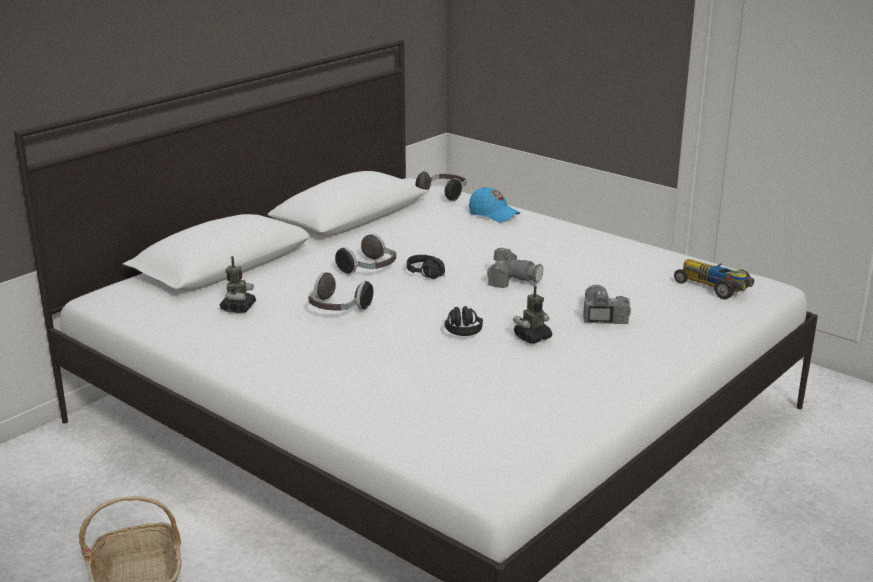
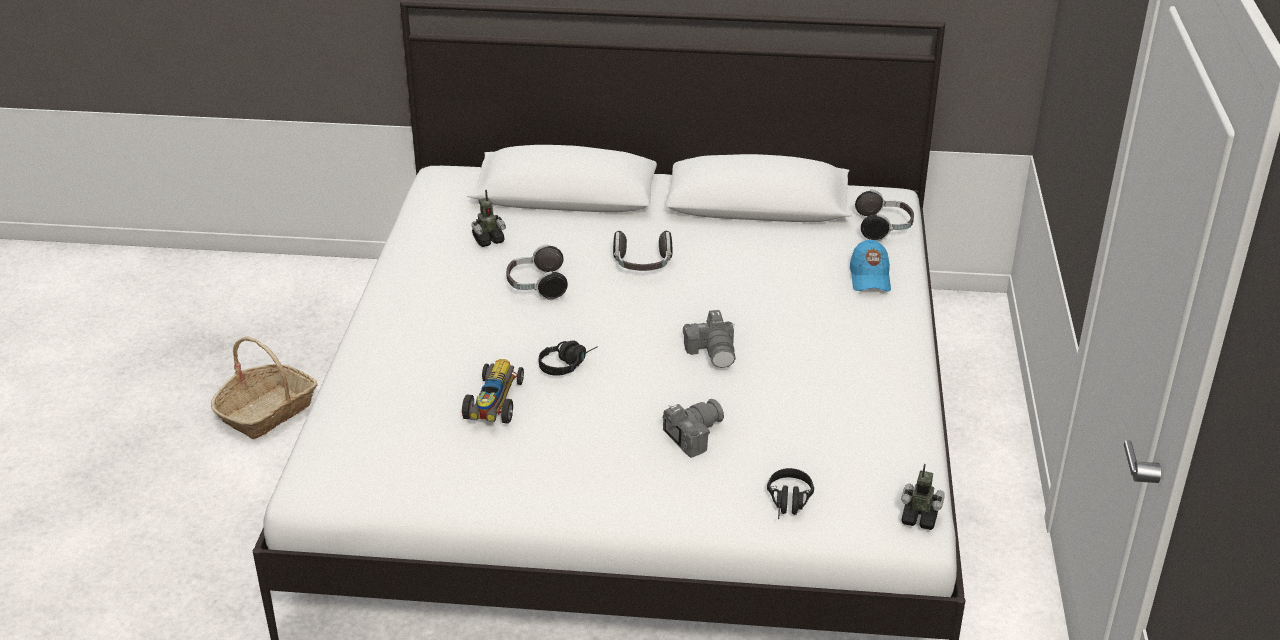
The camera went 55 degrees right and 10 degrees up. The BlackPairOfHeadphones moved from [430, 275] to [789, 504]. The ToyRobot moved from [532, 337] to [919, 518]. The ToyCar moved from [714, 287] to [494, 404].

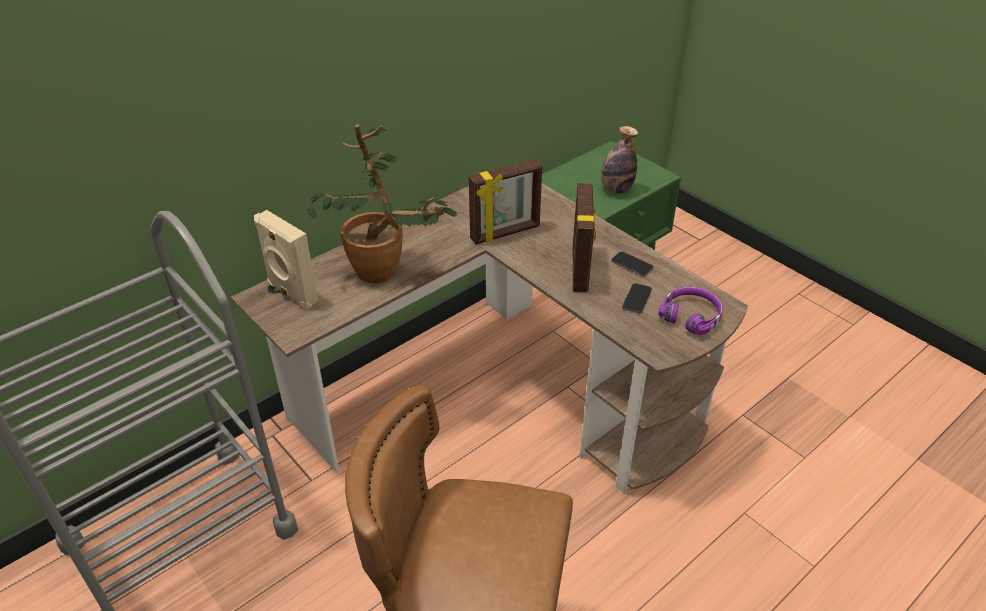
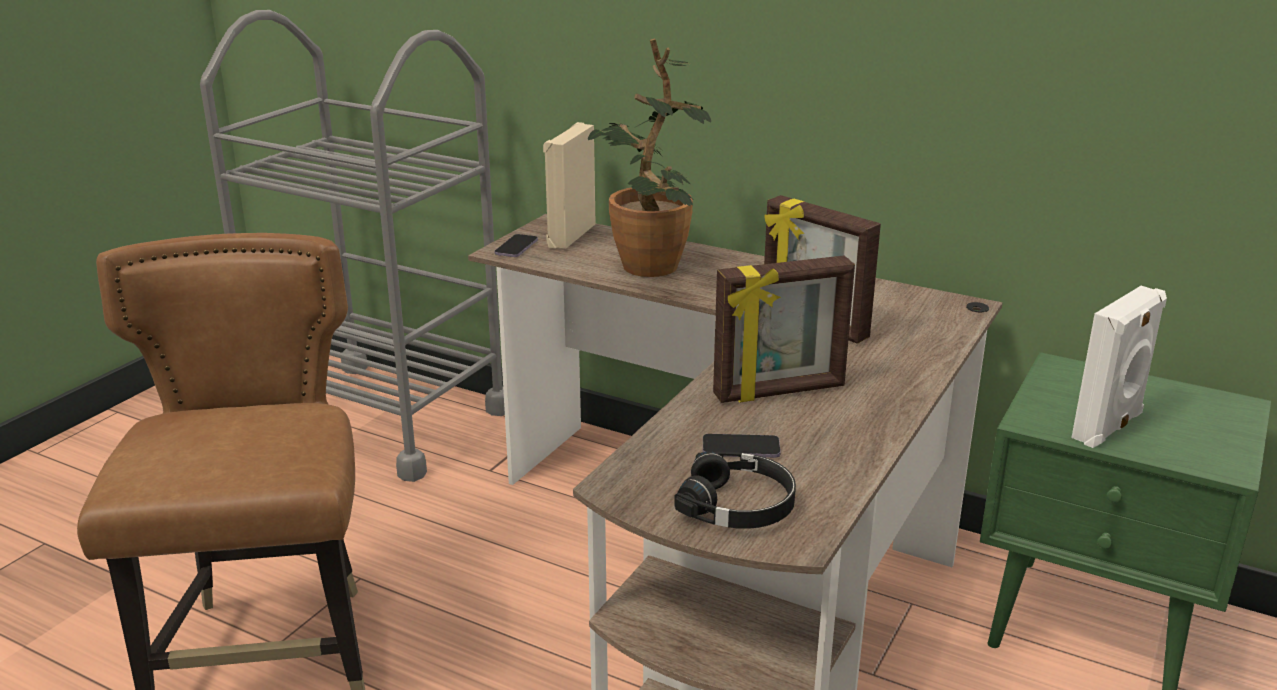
The camera went 70 degrees right and 15 degrees down. The Bottle at [616, 189] was replaced by the WhiteSpeaker at [1109, 427]. The Phone moved from [632, 265] to [516, 248]. The PurplishPairOfHeadphones at [691, 316] became the BlackPairOfHeadphones at [738, 505].

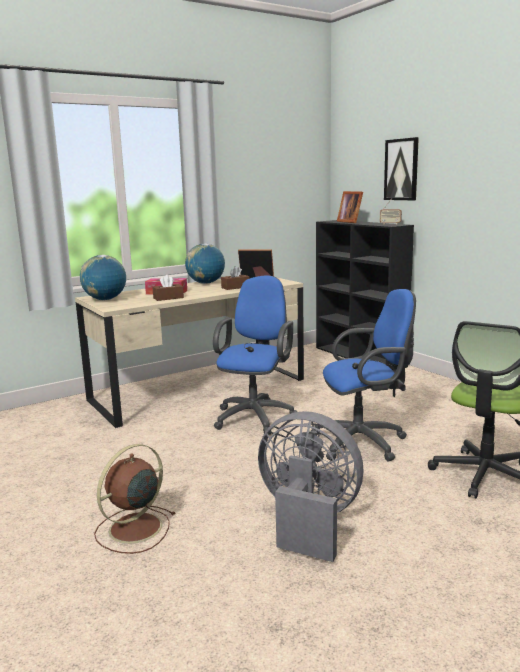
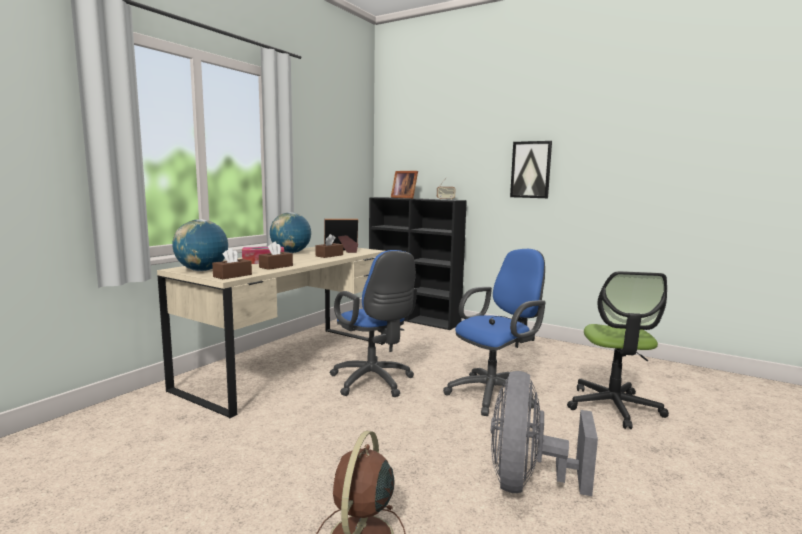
The camera went 25 degrees left and 5 degrees down. The BlueComputerChair at [256, 416] turned 150 degrees clockwise. The GreyCoolingFan at [308, 521] turned 75 degrees counterclockwise. The WallPicture moved from [401, 169] to [531, 169]. The BrownTissueHolder at [232, 275] appeared.

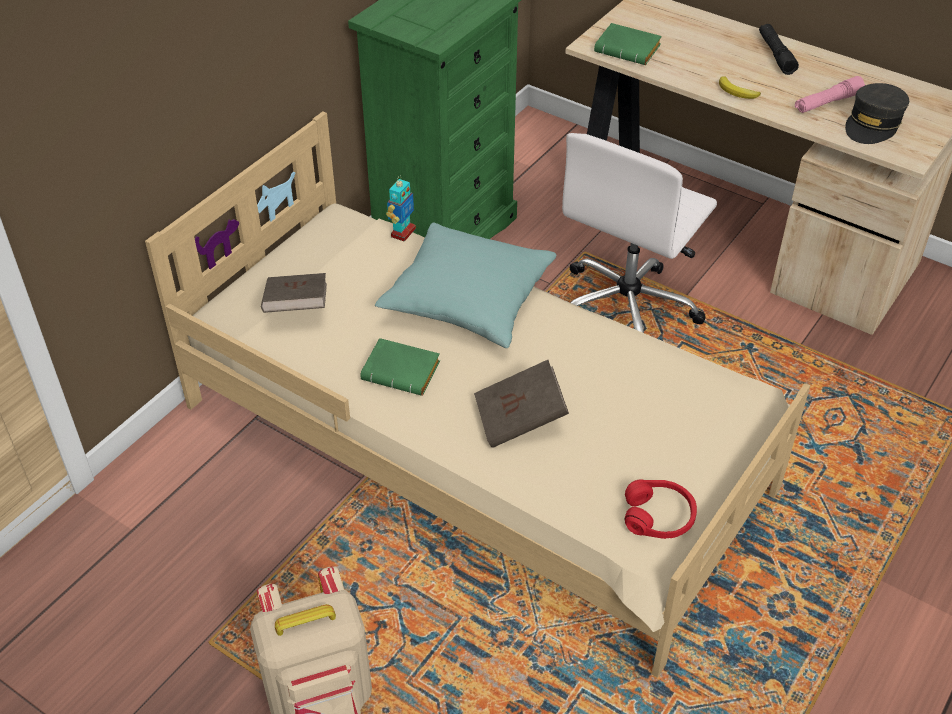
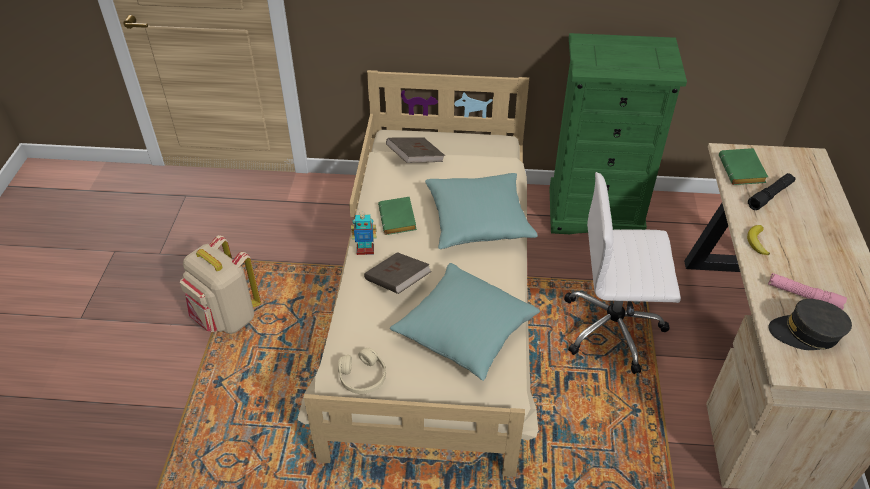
The camera went 60 degrees right and 0 degrees up. The ToyRobot moved from [402, 232] to [365, 250]. The ReddishPairOfHeadphones at [658, 516] became the SandColouredPairOfHeadphones at [362, 377]. The BlackTorch moved from [776, 55] to [770, 195]. The TurquoiseColouredThrowPillow at [465, 331] appeared.

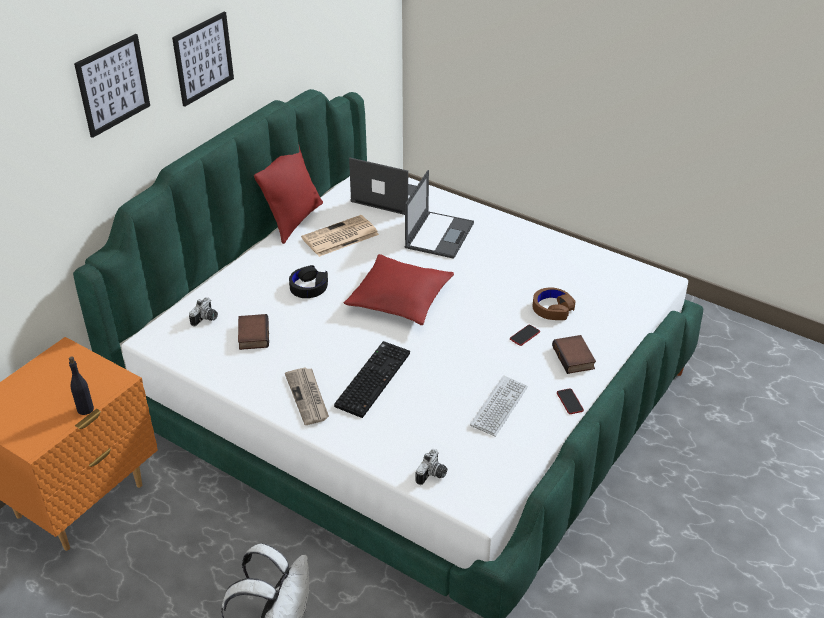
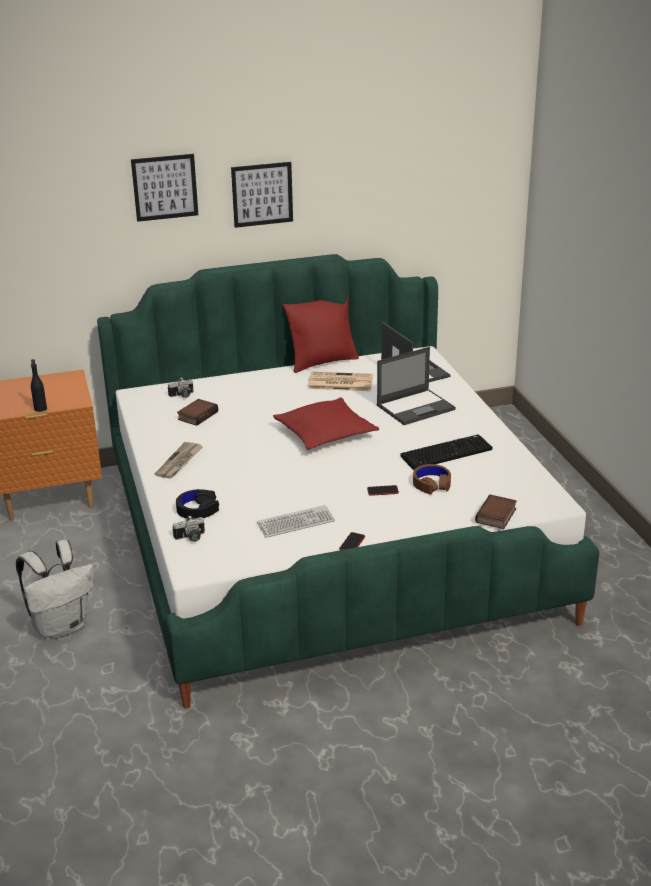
The camera went 40 degrees right and 10 degrees down. The BlackPairOfHeadphones moved from [309, 287] to [197, 509]. The PcKeyboard moved from [372, 378] to [446, 452]. The Volume moved from [574, 358] to [497, 516].

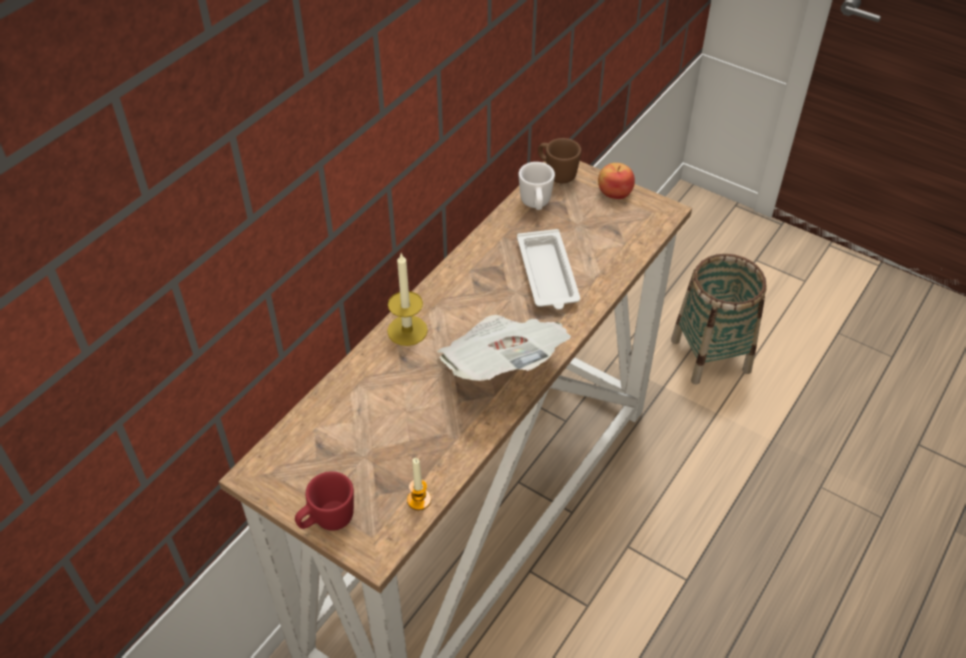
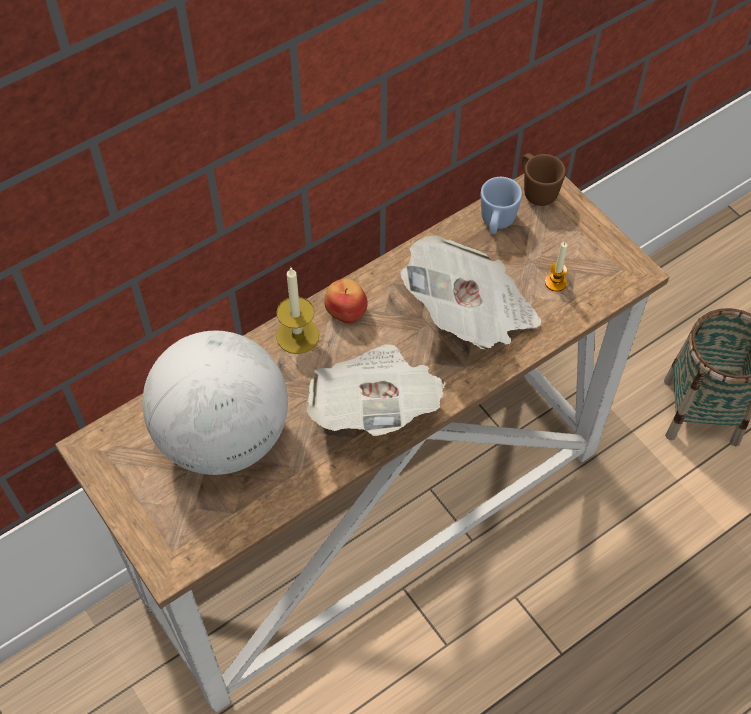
The camera went 20 degrees right and 10 degrees up. The ReddishCoffeeMug at [327, 520] disappeared. The WaxCandle moved from [419, 500] to [555, 282]. The WhiteTray at [547, 275] was replaced by the DailyPaper at [470, 314]. The WhiteCoffeeMug at [536, 204] became the BlueCoffeeMug at [496, 223]. The AppleFruit moved from [614, 192] to [346, 311]. The DeskGlobe at [223, 436] appeared.

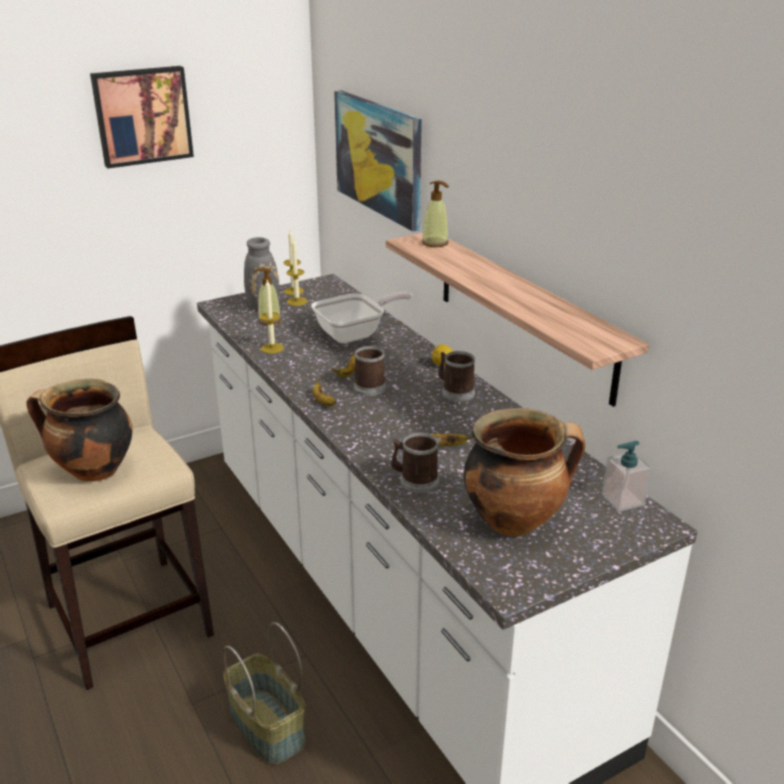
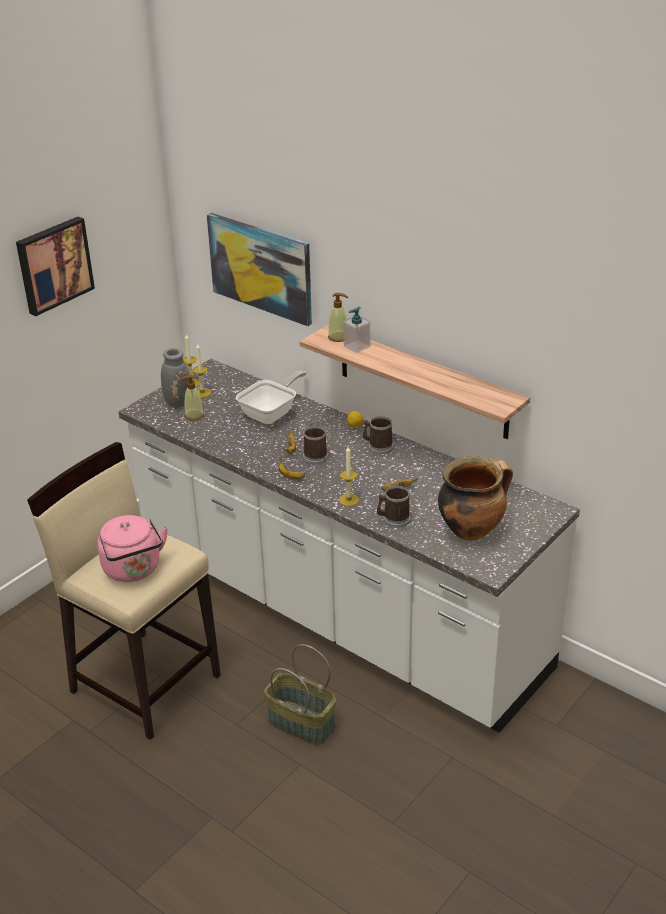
The camera went 20 degrees left and 5 degrees up. The CookingPot at [92, 471] was replaced by the PinkKettle at [134, 570]. The WaxCandle moved from [272, 348] to [349, 500]. The LiquidSoapBottle moved from [622, 500] to [356, 346].

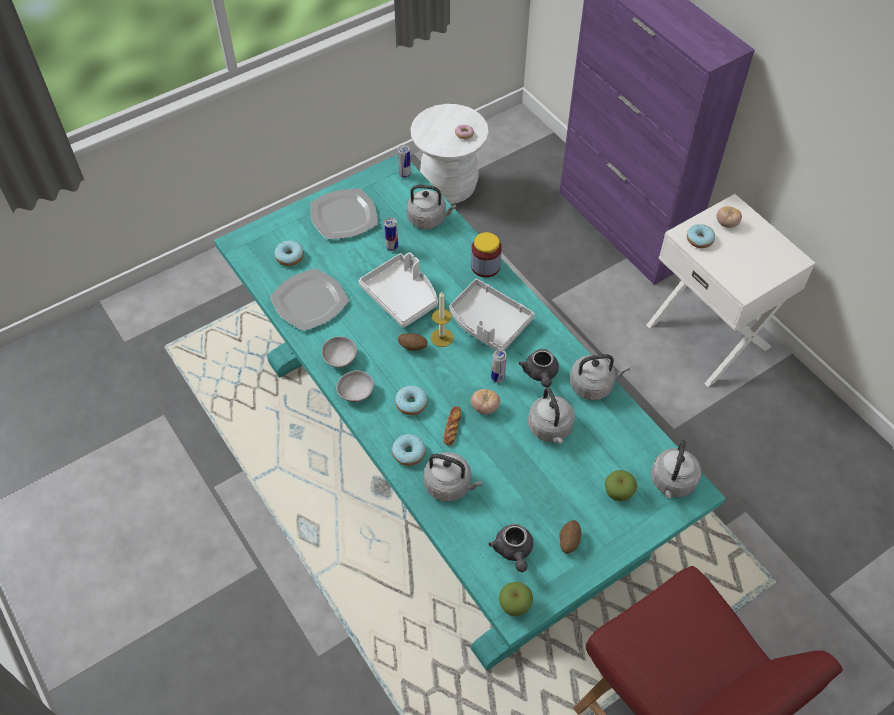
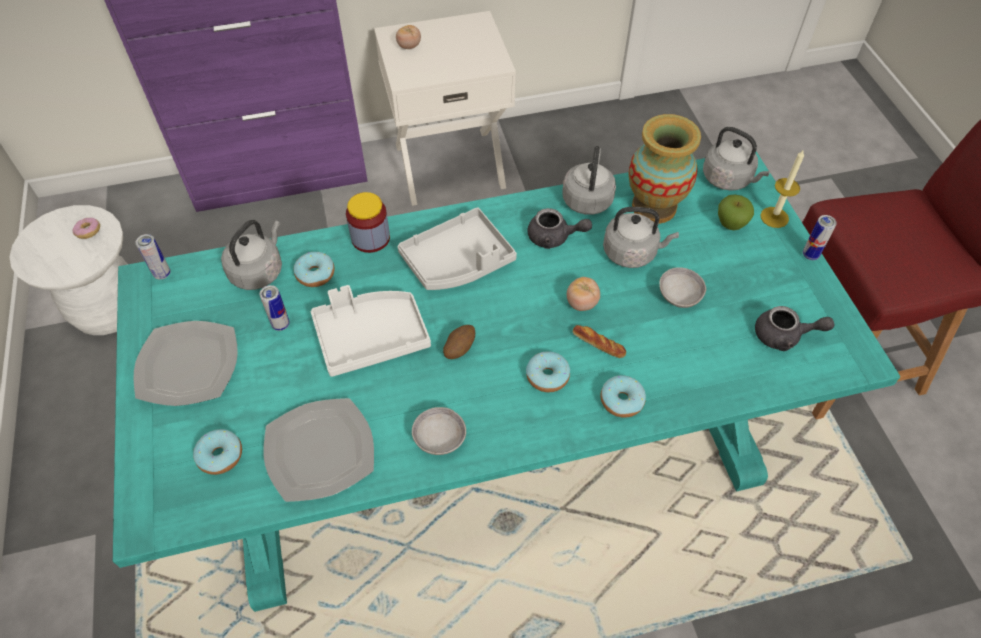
The camera went 70 degrees left and 0 degrees up. The GreyServingBowl moved from [356, 393] to [679, 296]. The GreyKettle at [450, 485] disappeared. The WaxCandle moved from [442, 337] to [774, 217]. The MetalCan moved from [497, 378] to [810, 255]. The AppleFruit at [514, 606] disappeared. The Potato at [568, 541] disappeared. The RingDoughnut moved from [699, 240] to [315, 274]. The DecorativeVase at [653, 207] appeared.

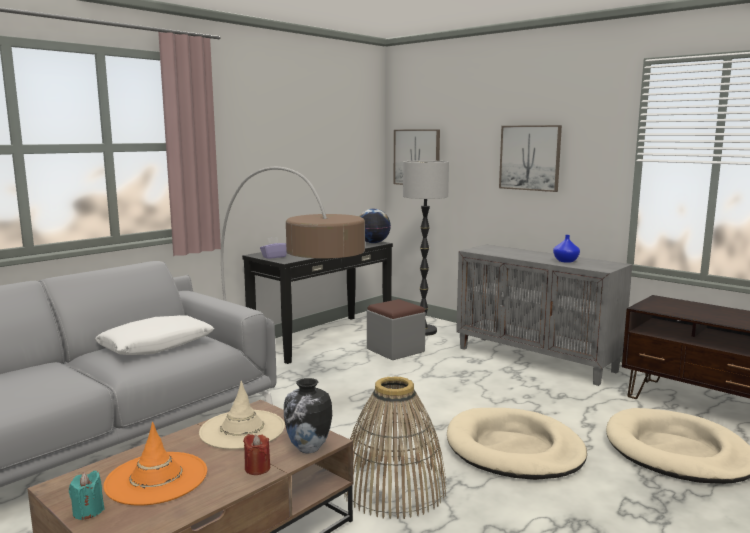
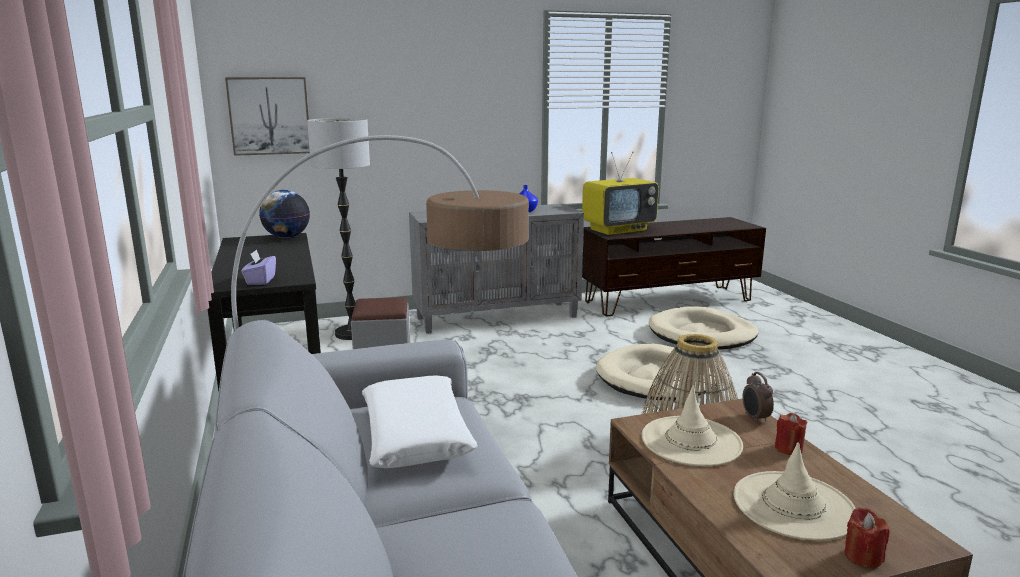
The camera went 60 degrees left and 5 degrees up. The TurquoiseColouredWaxCandle at [88, 511] became the ReddishWaxCandle at [863, 557]. The OrangeyClothingHat at [156, 478] became the SandColouredClothingHat at [793, 505]. The DecorativeVase at [308, 449] was replaced by the TableClock at [755, 418]. The WallPicture at [530, 158] disappeared. The TvSet at [618, 229] appeared.

